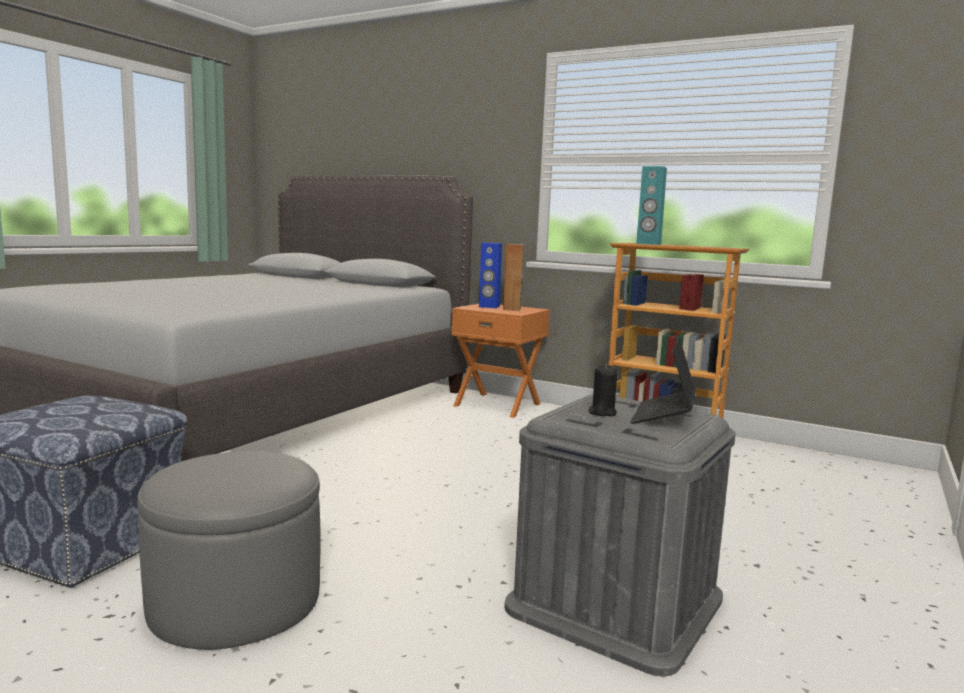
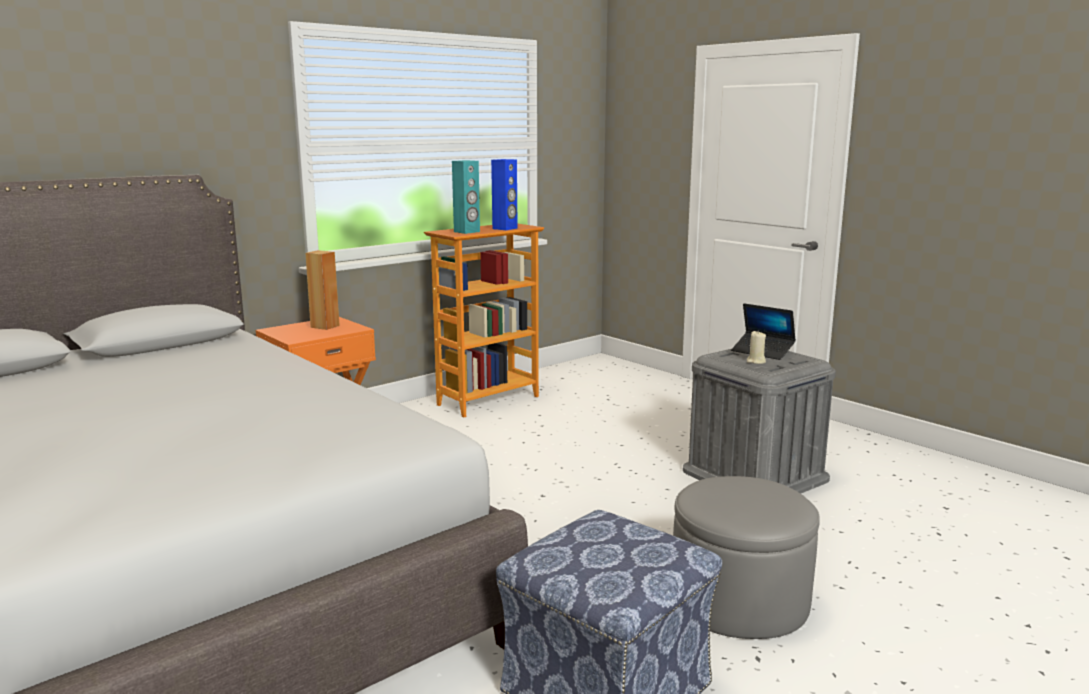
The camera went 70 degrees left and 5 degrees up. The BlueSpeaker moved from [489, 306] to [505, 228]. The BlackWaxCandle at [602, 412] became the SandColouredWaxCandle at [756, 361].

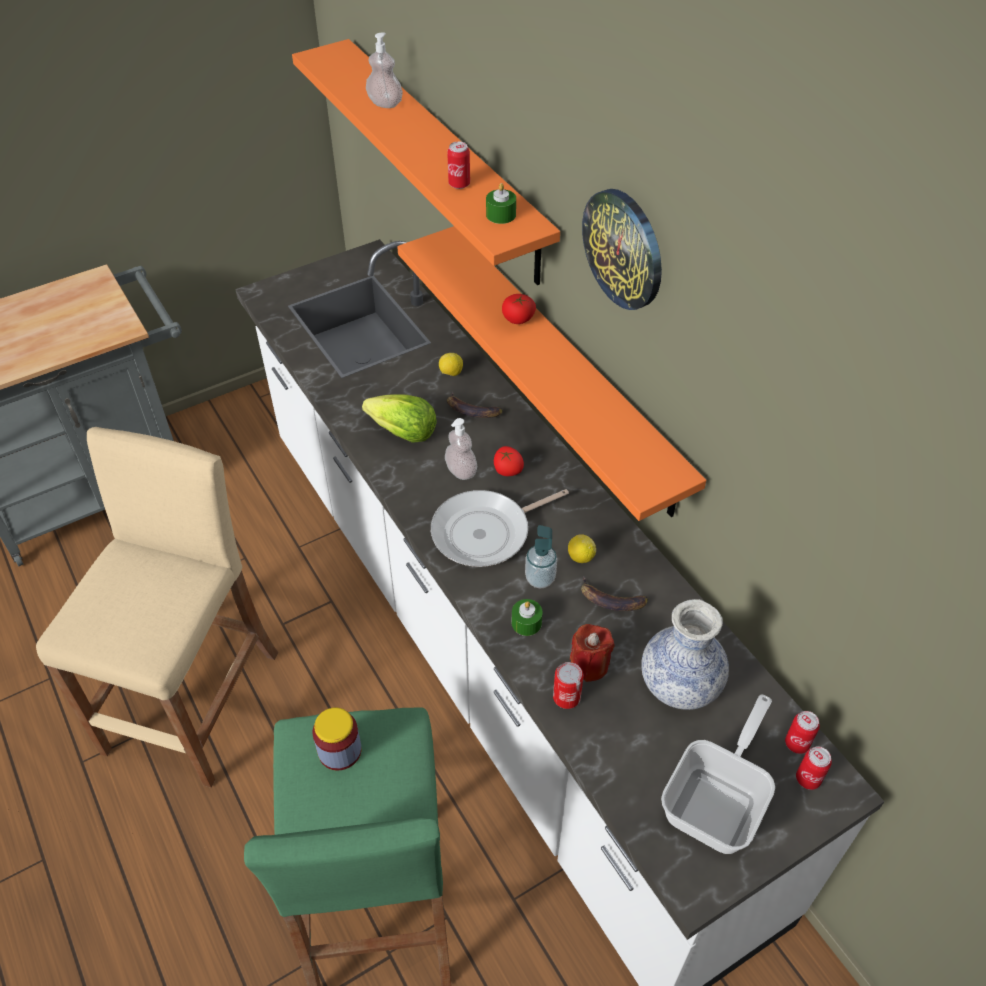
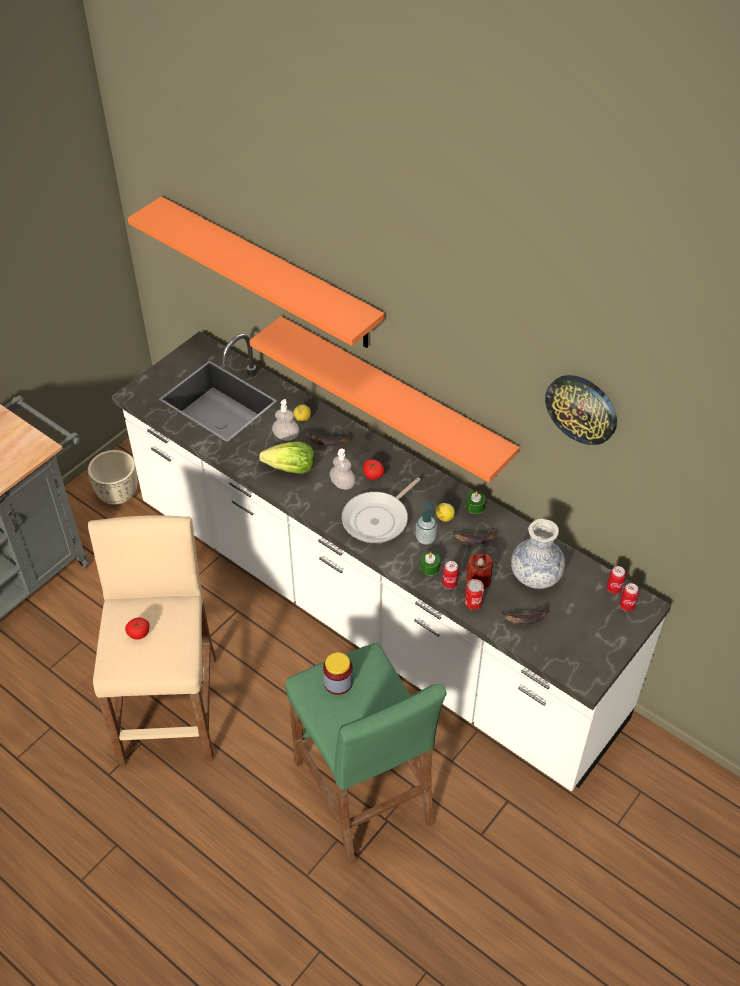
The camera went 20 degrees left and 0 degrees up. The LiquidSoapBottle moved from [385, 103] to [286, 436]. The MetalCan moved from [459, 184] to [449, 583]. The GreenColouredWaxCandle moved from [501, 215] to [475, 506]. The Tomato moved from [518, 319] to [138, 634]. The ClockOnTheWall moved from [624, 249] to [582, 408]. The Skillet at [719, 800] disappeared. The SandColouredFlowerPot at [118, 496] appeared. The BananaFruit at [525, 618] appeared.

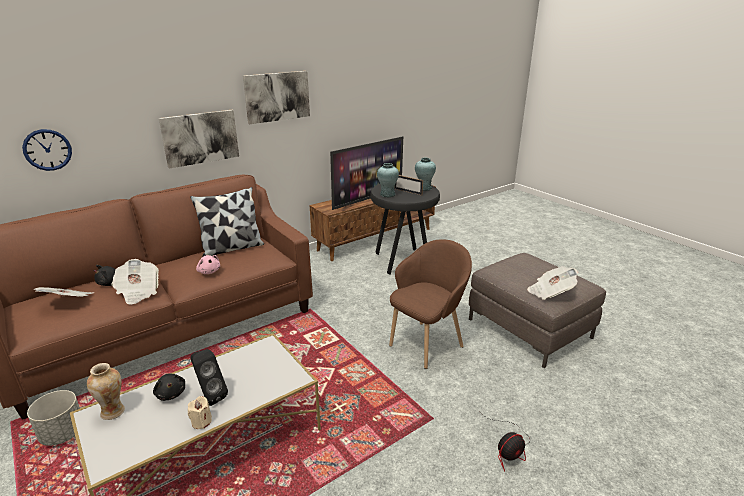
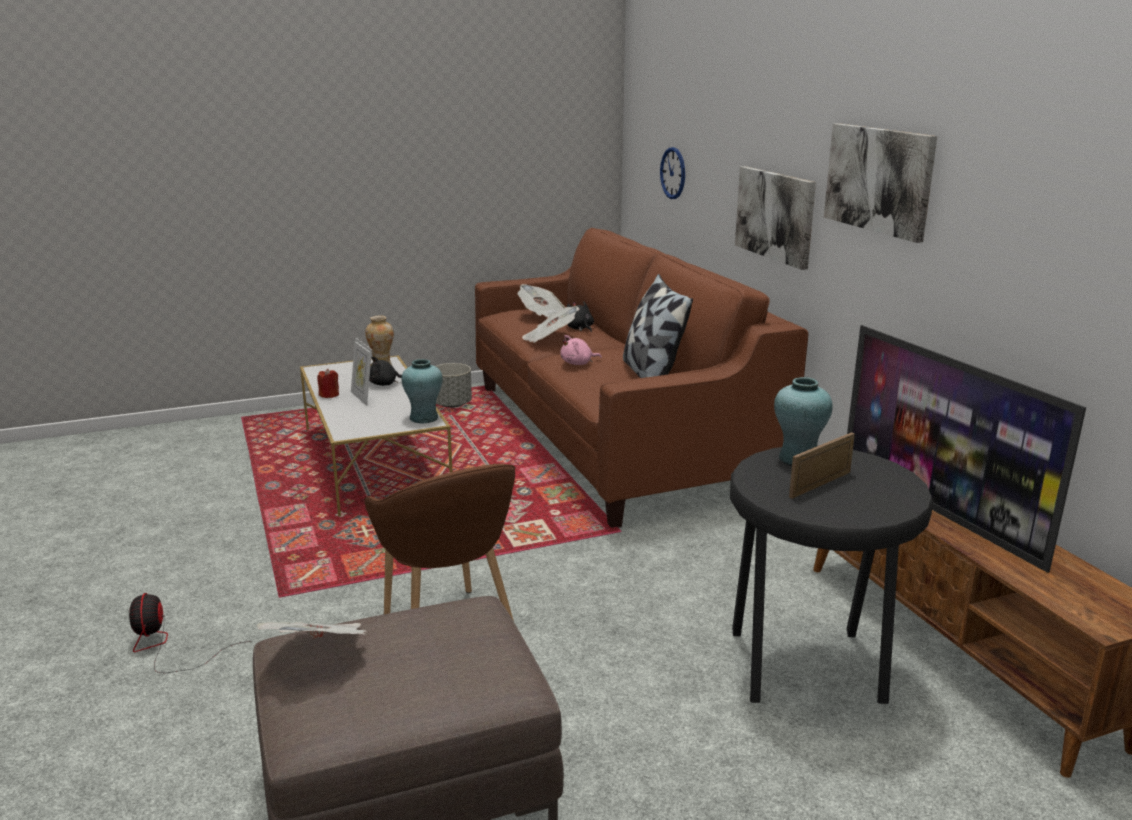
The camera went 105 degrees right and 5 degrees down. The SandColouredWaxCandle at [201, 422] became the ReddishWaxCandle at [329, 395]. The BlackSpeaker at [210, 396] was replaced by the PictureFrame at [363, 397]. The TurquoiseColouredDecorativeVase moved from [424, 188] to [423, 418].

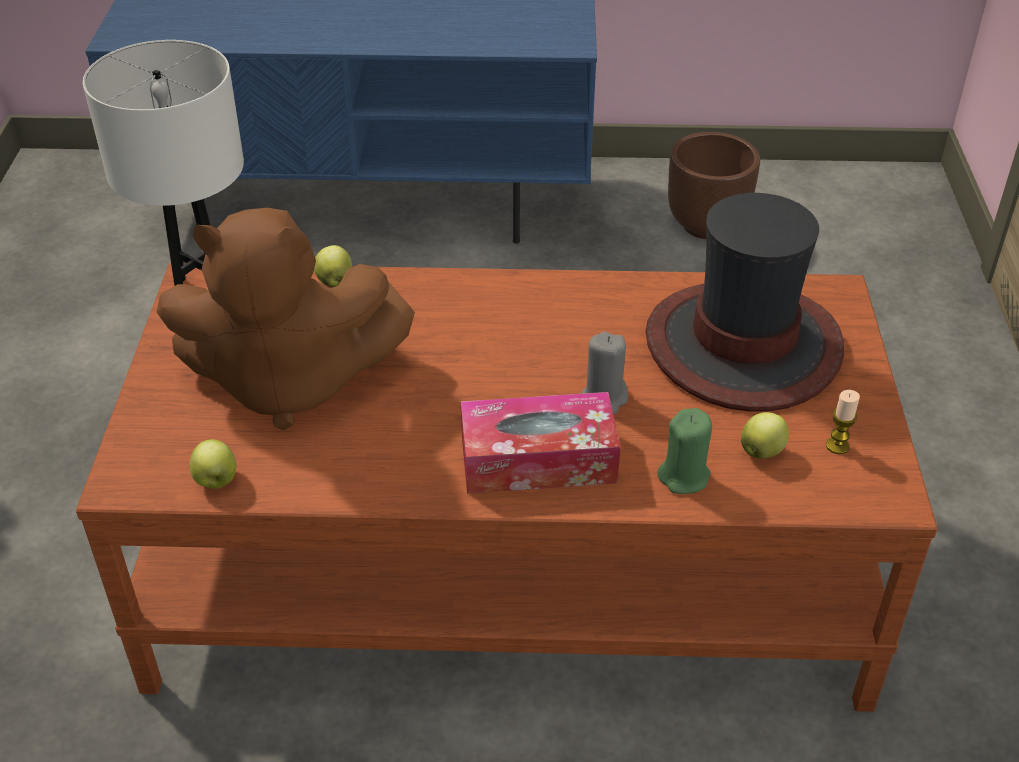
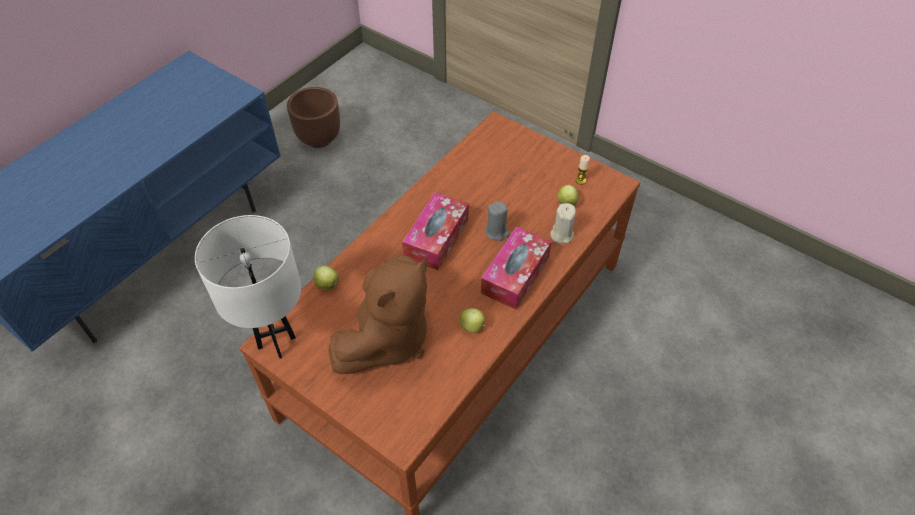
The camera went 55 degrees left and 10 degrees up. The AppleFruit moved from [216, 481] to [473, 327]. The ClothingHat at [743, 346] disappeared. The GreenColouredWaxCandle at [684, 477] became the SandColouredWaxCandle at [561, 234]. The TissueHolder at [436, 238] appeared.

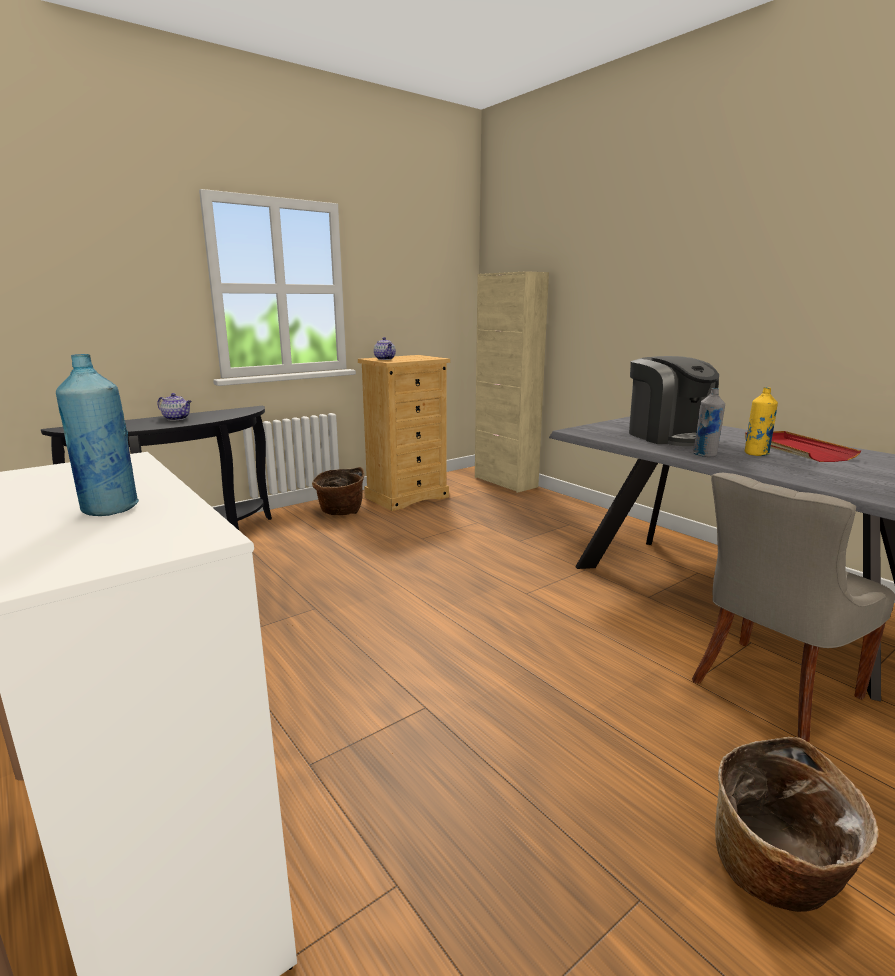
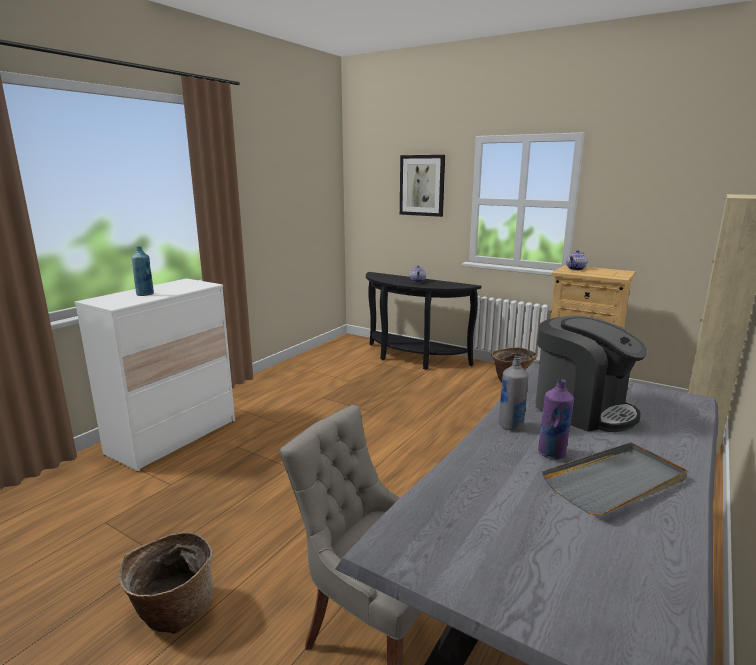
The camera went 70 degrees right and 0 degrees up. The CoffeeBrewer at [668, 436] turned 90 degrees counterclockwise. The YellowColouredBottle at [756, 454] became the PurplishBottle at [552, 454]. The ReddishTray at [795, 449] became the GreyTray at [616, 482]. The WallPicture at [422, 185] appeared.

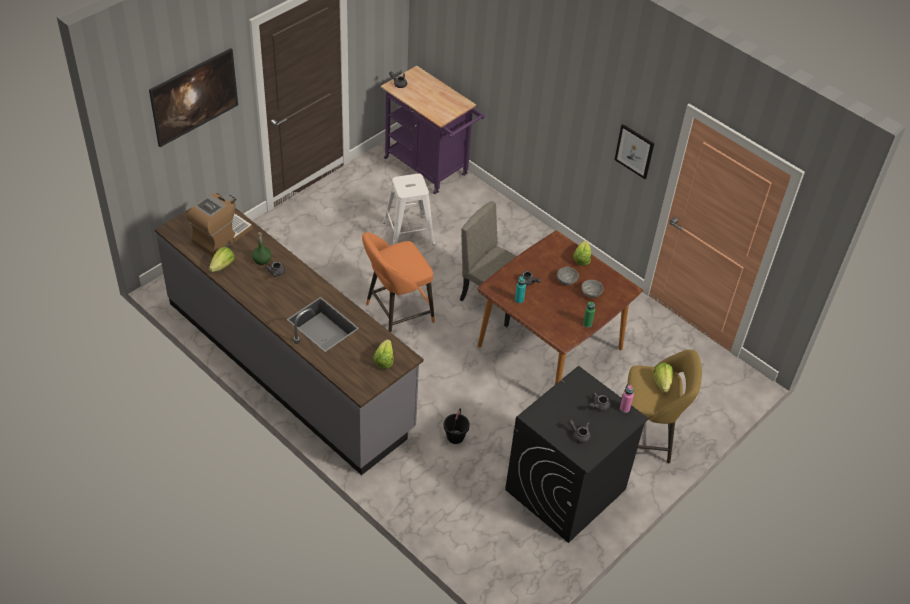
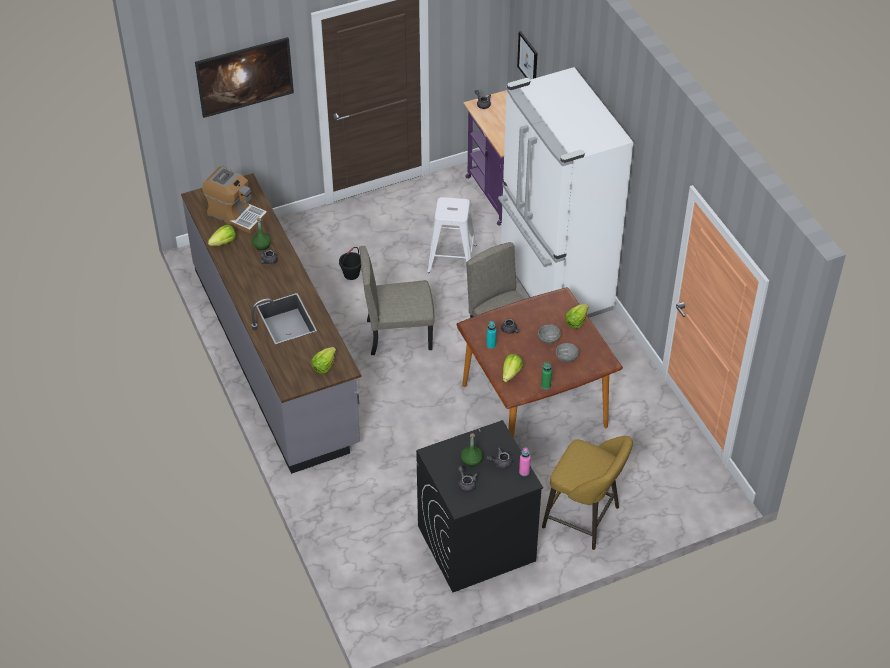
The camera went 25 degrees right and 0 degrees up. The CoffeeBrewer at [221, 236] turned 60 degrees clockwise. The OrangeySittingStool at [396, 314] was replaced by the SandColouredChair at [399, 334]. The BlackBucket moved from [455, 436] to [351, 274]. The WallPicture moved from [634, 151] to [528, 59]. The LettuceHead moved from [662, 382] to [511, 374]. The GreenColouredBottle at [471, 460] appeared. The WhiteKitchenFridge at [553, 284] appeared.

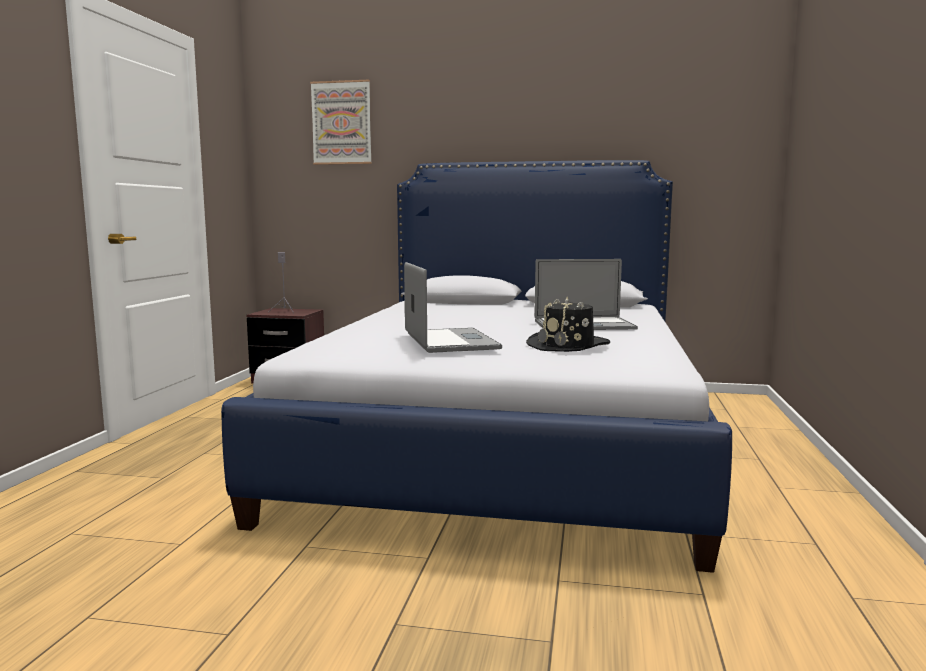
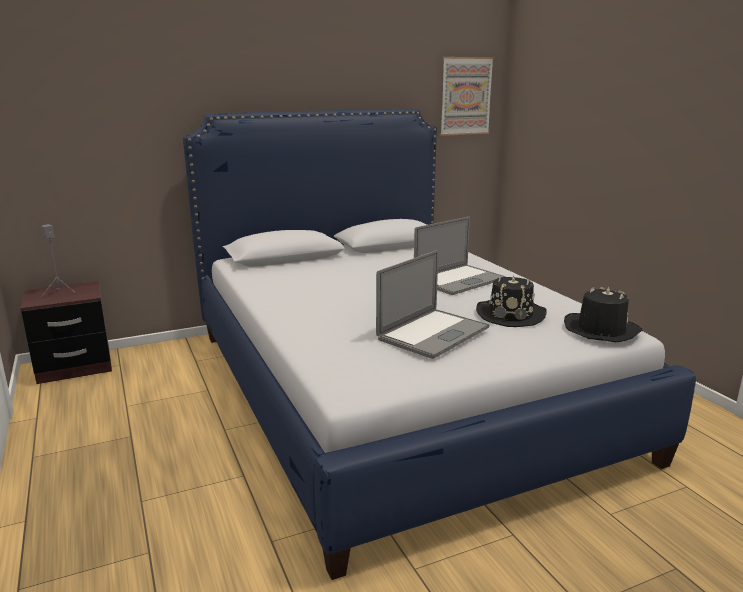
The camera went 35 degrees left and 10 degrees up. The WallPicture moved from [341, 123] to [465, 96]. The PortableComputer at [450, 341] turned 90 degrees clockwise. The BlackClothingHat at [601, 330] appeared.

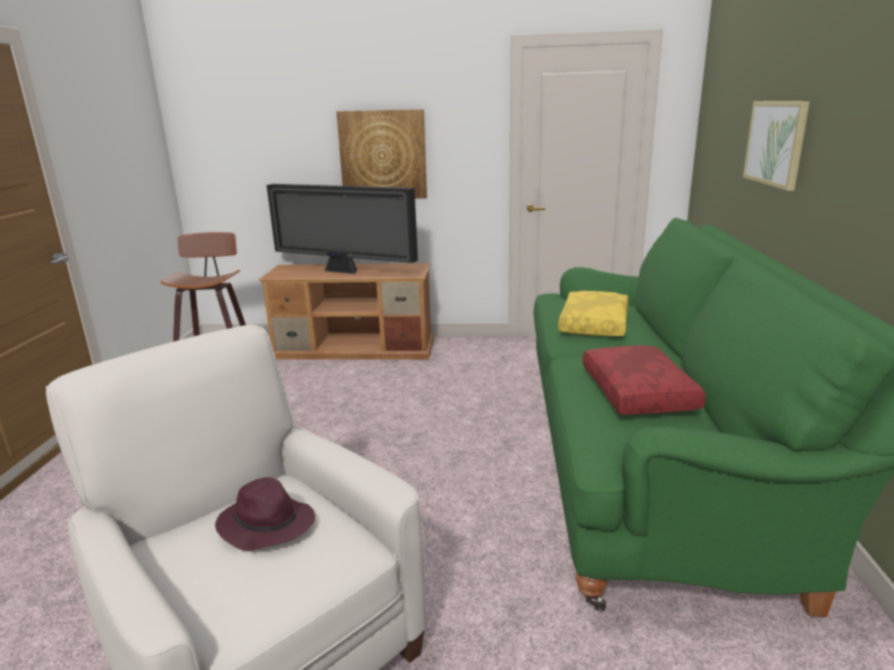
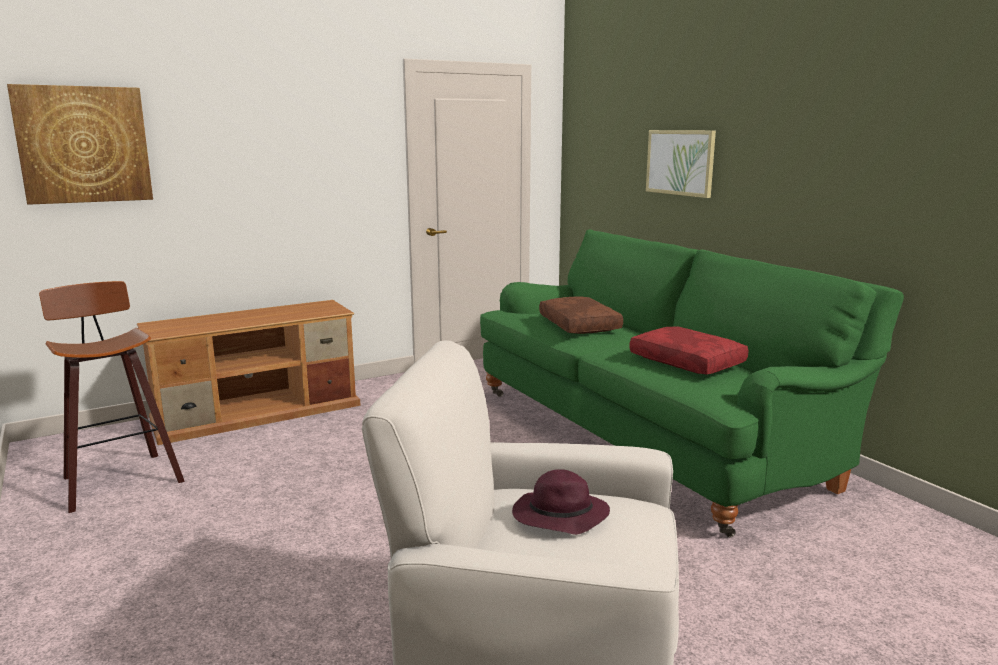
The camera went 35 degrees left and 5 degrees down. The TvSet at [344, 271] disappeared. The WallPicture moved from [383, 155] to [84, 145]. The YellowColouredThrowPillow at [592, 324] became the BrownThrowPillow at [577, 325].

